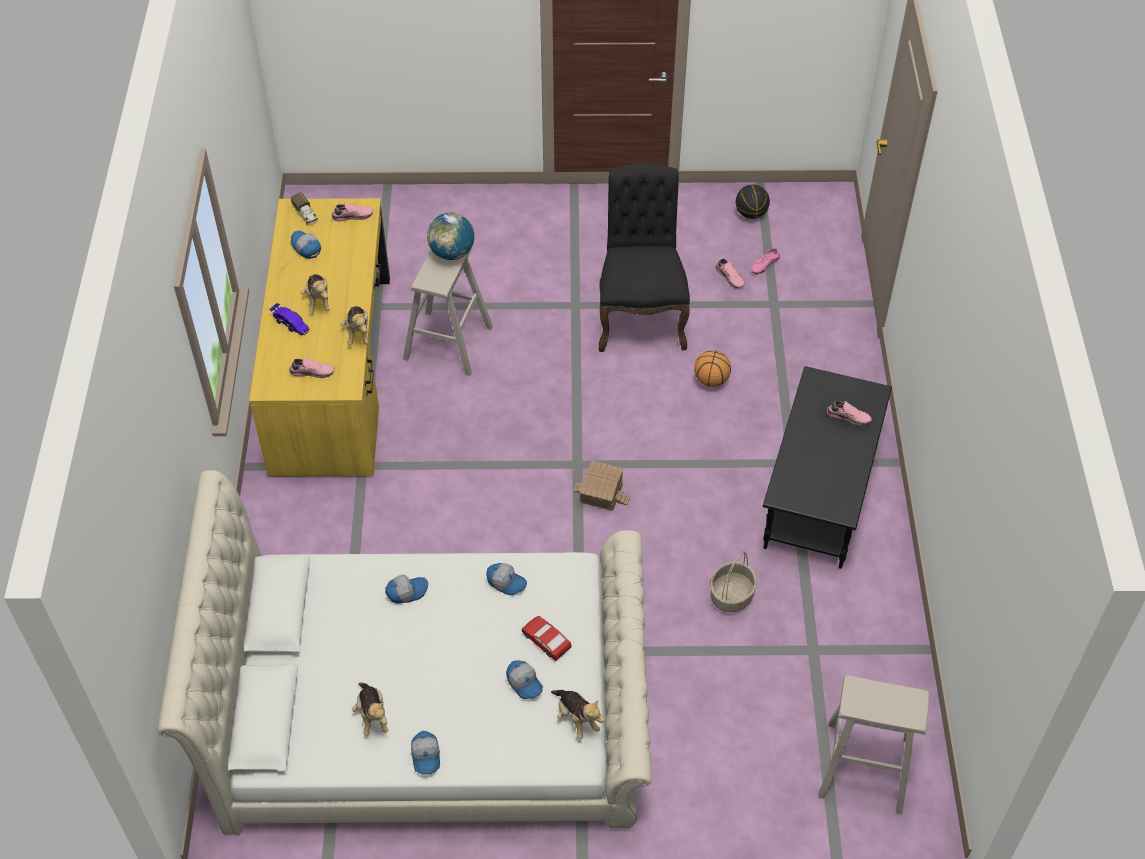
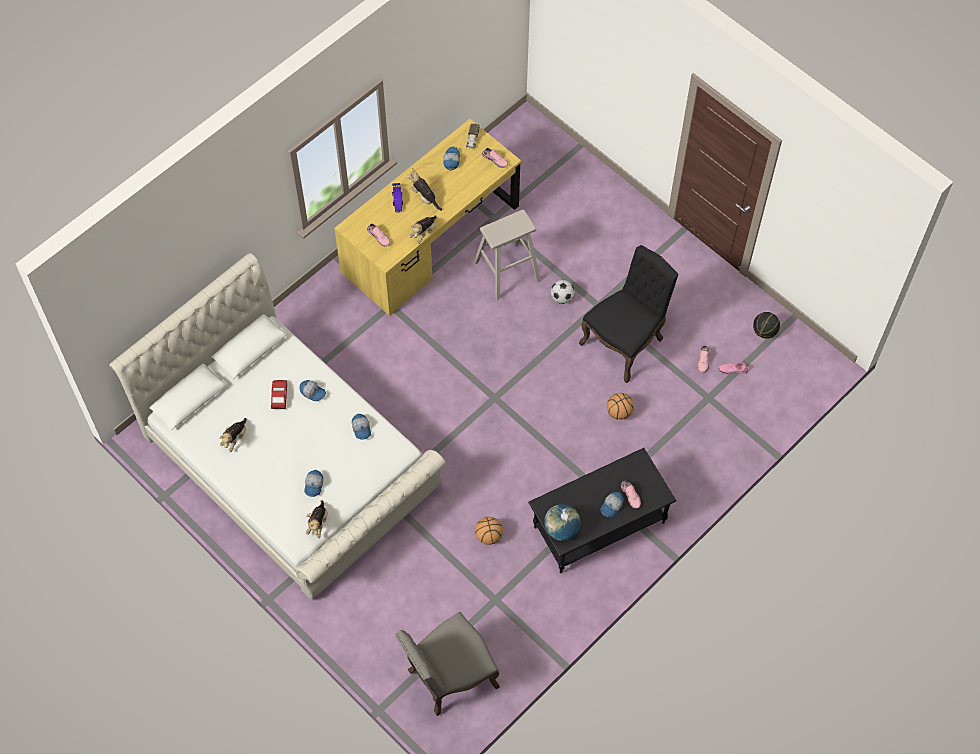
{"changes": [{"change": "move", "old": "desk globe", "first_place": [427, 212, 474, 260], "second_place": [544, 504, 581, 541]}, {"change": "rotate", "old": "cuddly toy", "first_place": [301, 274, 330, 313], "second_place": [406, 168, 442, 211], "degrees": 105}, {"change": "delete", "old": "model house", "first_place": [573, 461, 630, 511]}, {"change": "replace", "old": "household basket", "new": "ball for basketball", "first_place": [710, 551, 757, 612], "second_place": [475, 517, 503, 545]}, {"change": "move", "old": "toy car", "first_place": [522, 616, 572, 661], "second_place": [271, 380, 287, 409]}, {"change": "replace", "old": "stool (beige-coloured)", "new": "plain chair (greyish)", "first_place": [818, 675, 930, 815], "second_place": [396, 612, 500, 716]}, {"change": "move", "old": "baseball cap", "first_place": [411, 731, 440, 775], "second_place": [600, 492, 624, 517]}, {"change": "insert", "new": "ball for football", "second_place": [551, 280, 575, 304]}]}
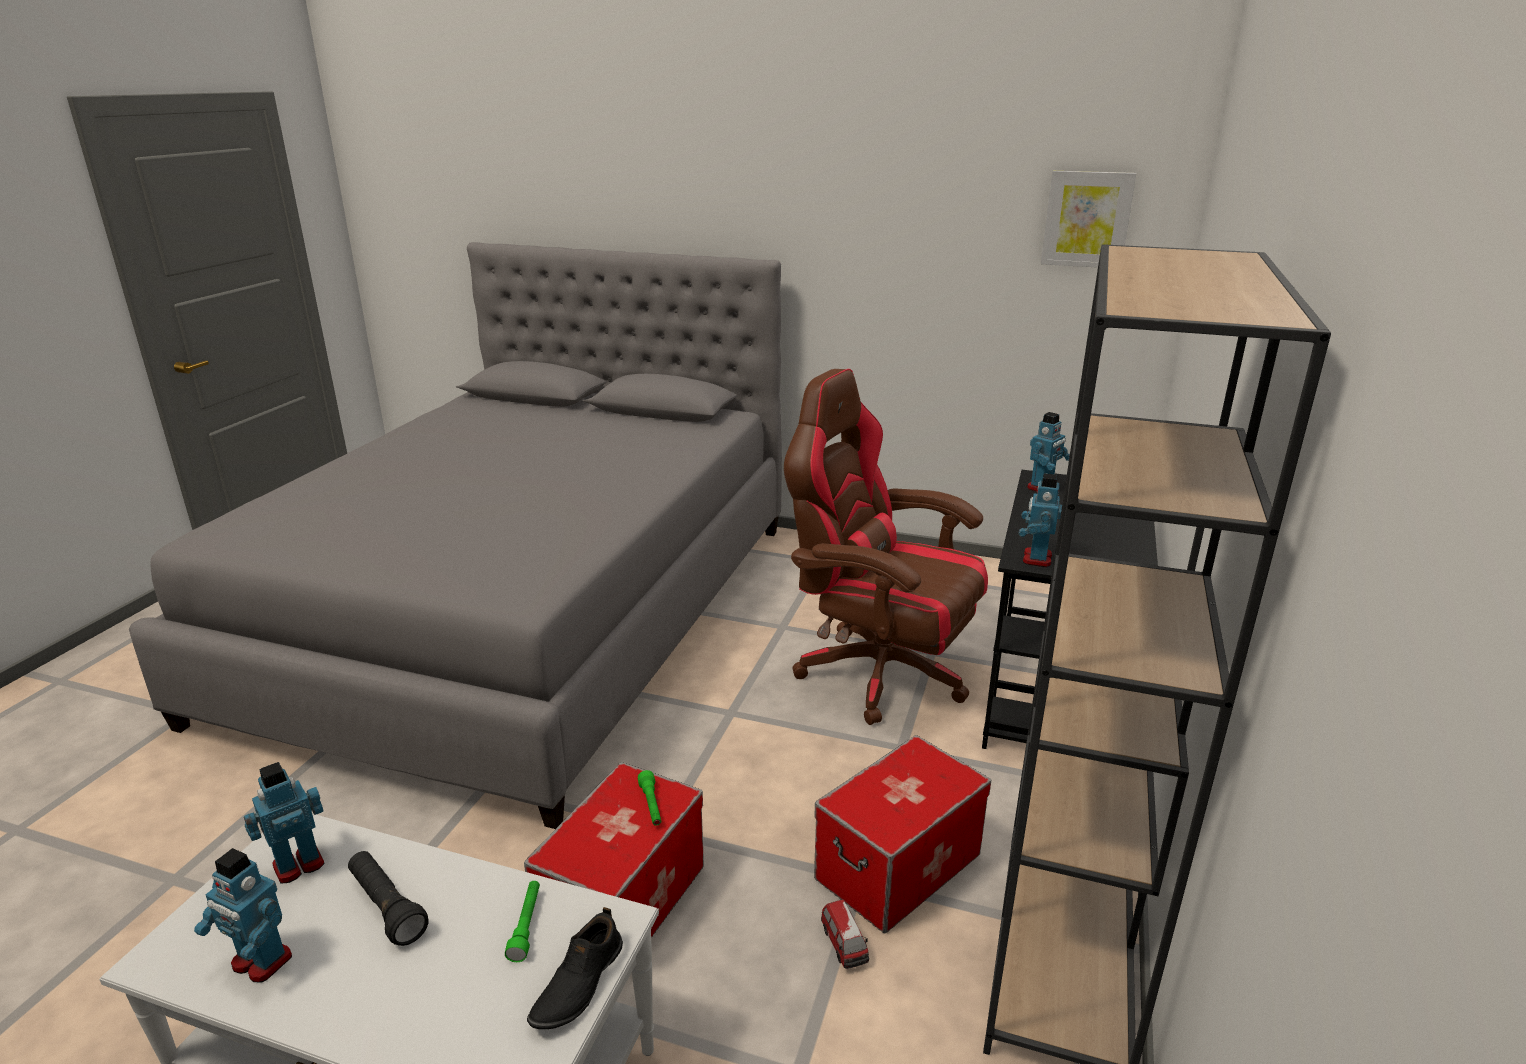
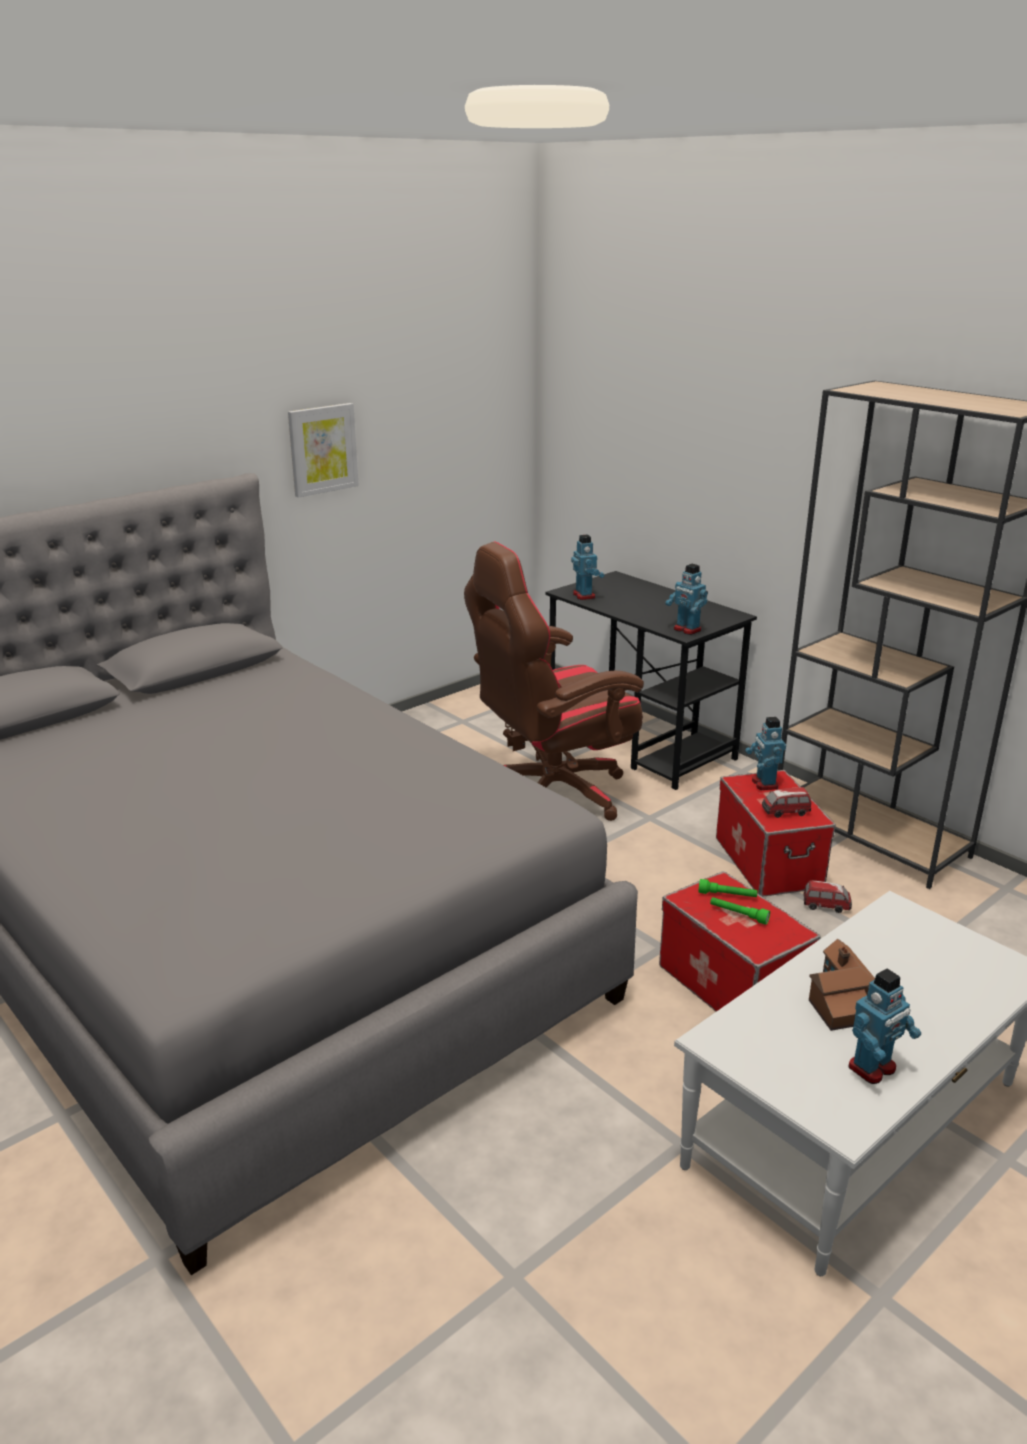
{"changes": [{"change": "move", "old": "wall picture", "first_place": [1041, 171, 1136, 268], "second_place": [288, 403, 359, 498]}, {"change": "move", "old": "robot figure", "first_place": [244, 762, 325, 884], "second_place": [745, 717, 786, 790]}, {"change": "replace", "old": "flashlight (black)", "new": "model house", "first_place": [348, 851, 428, 946], "second_place": [809, 939, 875, 1031]}, {"change": "move", "old": "flashlight (green)", "first_place": [505, 881, 540, 962], "second_place": [710, 897, 770, 925]}, {"change": "delete", "old": "item of footwear (black)", "first_place": [527, 907, 623, 1029]}, {"change": "insert", "new": "toy car", "second_place": [762, 787, 811, 818]}]}
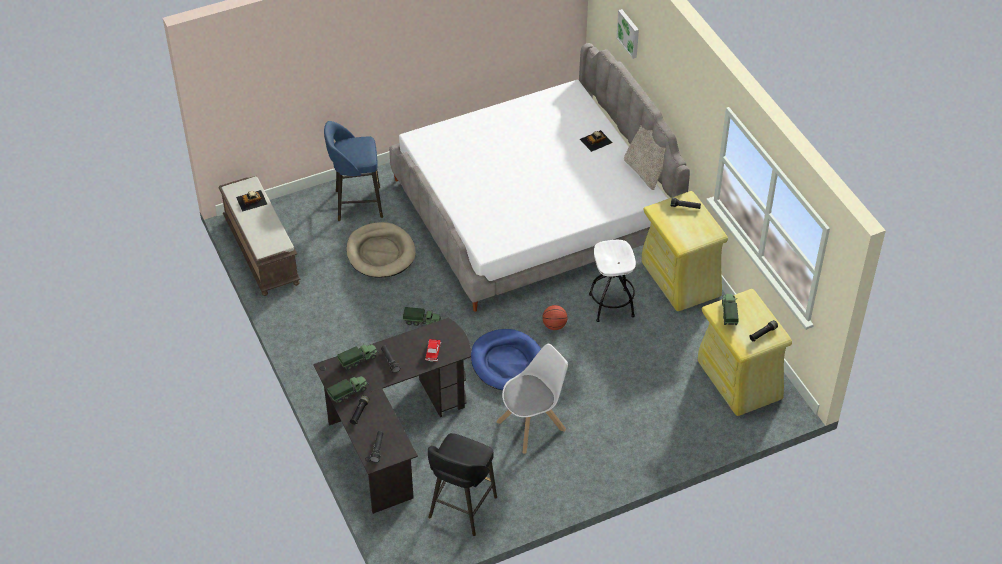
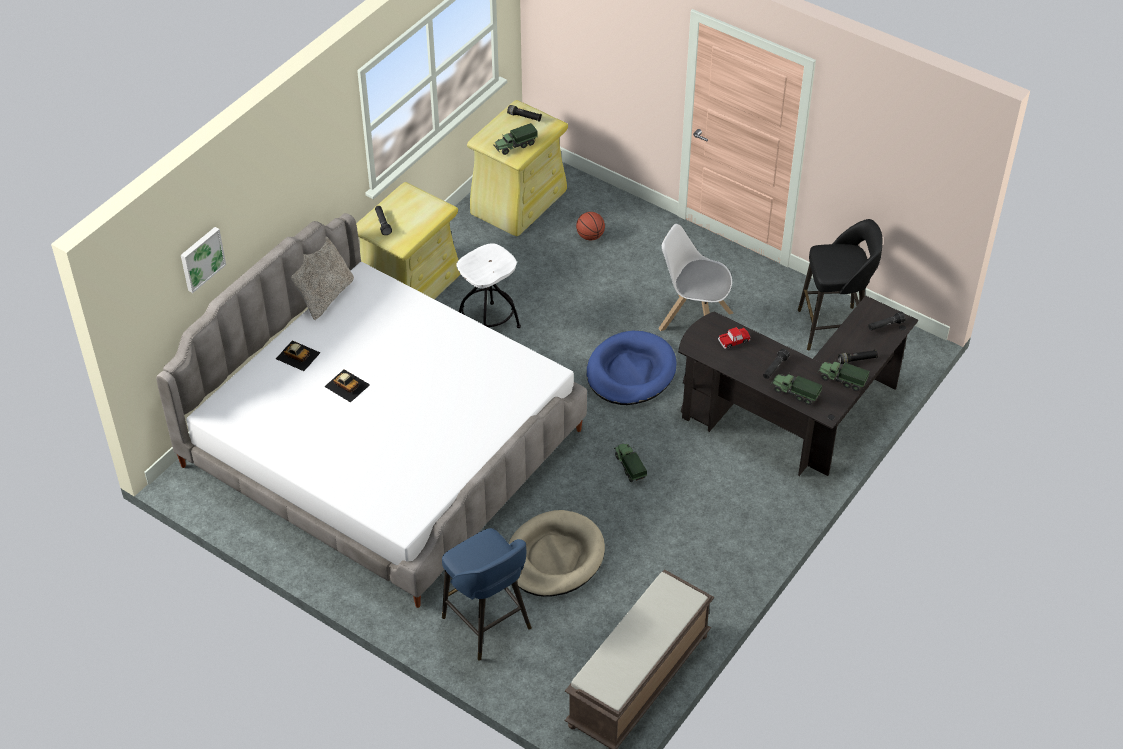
{"changes": [{"change": "move", "old": "toy car", "first_place": [236, 190, 267, 212], "second_place": [324, 369, 370, 402]}, {"change": "move", "old": "ball for basketball", "first_place": [542, 305, 568, 330], "second_place": [576, 212, 605, 240]}]}
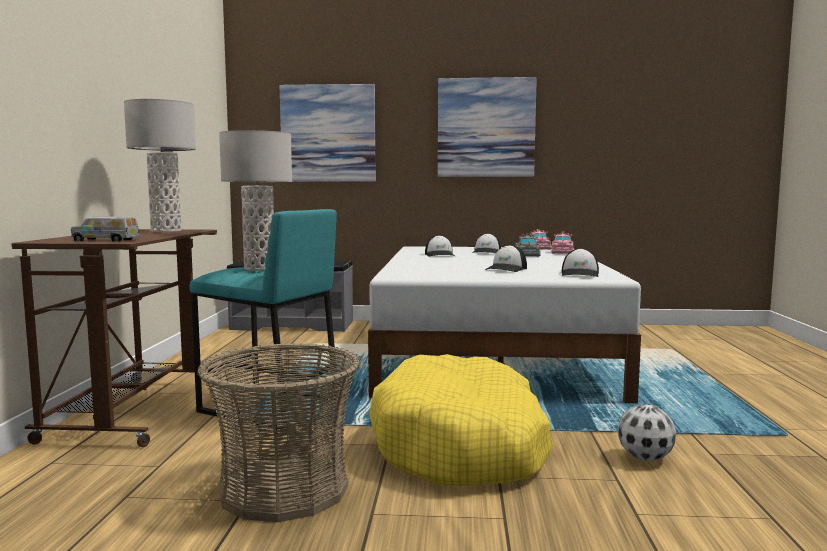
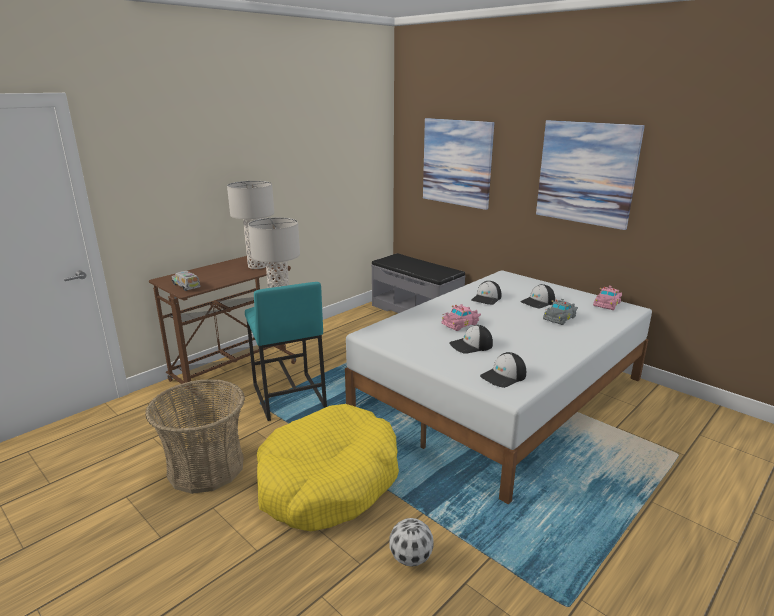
{"changes": [{"change": "move", "old": "toy car (pink)", "first_place": [551, 232, 574, 254], "second_place": [441, 304, 481, 331]}]}
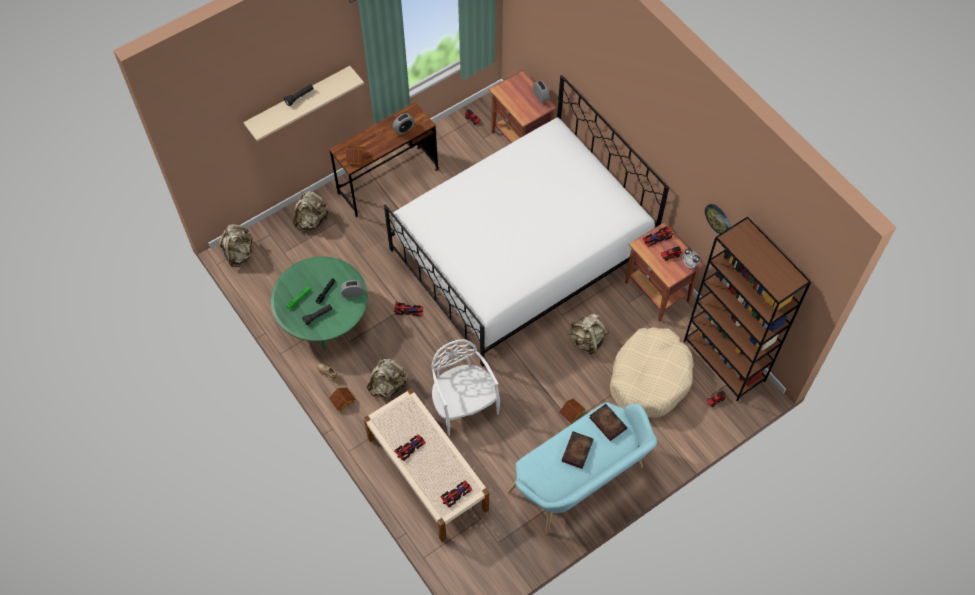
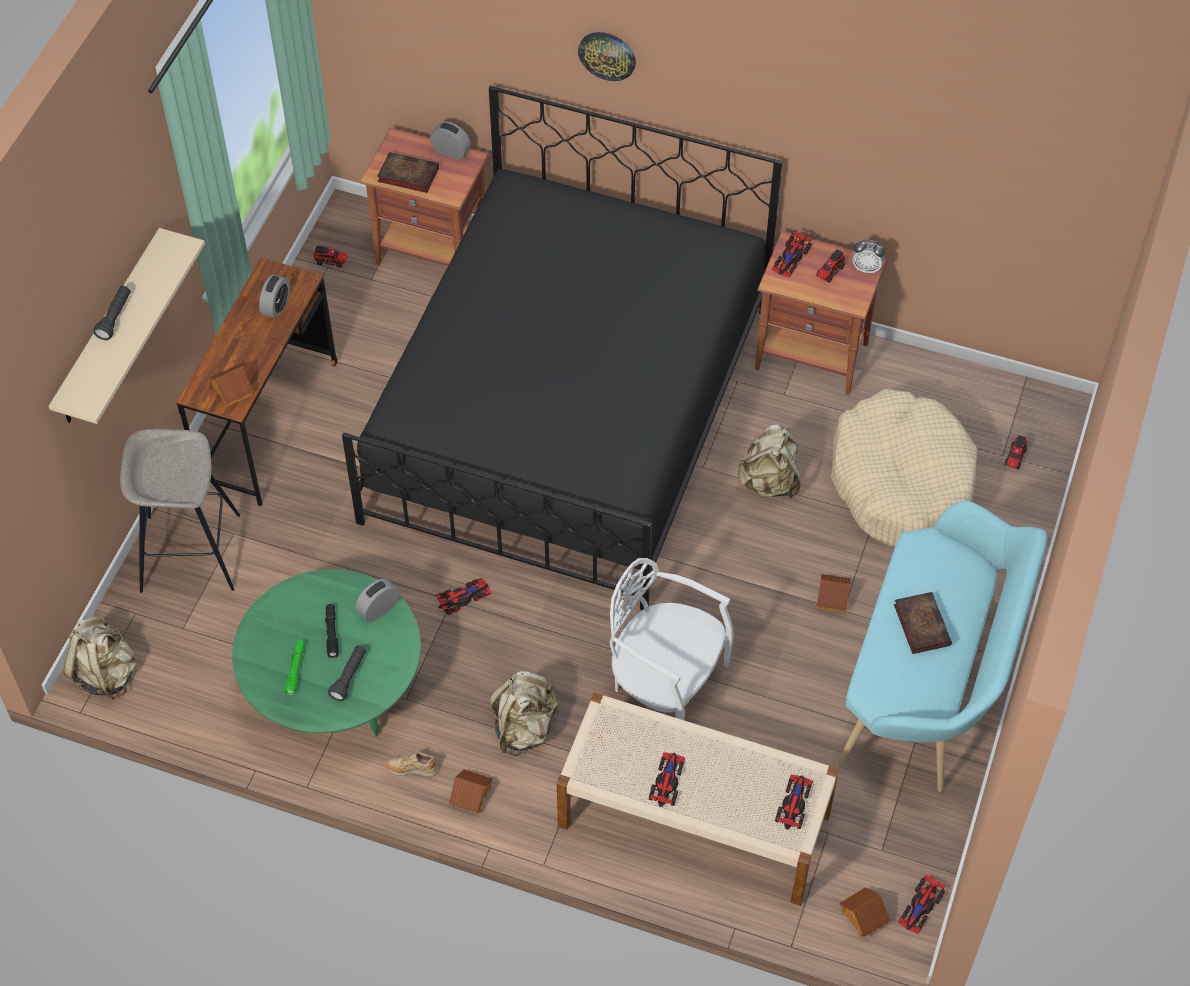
{"changes": [{"change": "recolor", "old": "bed (white-coloured)", "new": "bed (black)", "first_place": [384, 75, 669, 367], "second_place": [342, 86, 783, 610]}, {"change": "replace", "old": "backpack (beige-coloured)", "new": "stool (greyish)", "first_place": [293, 191, 329, 230], "second_place": [120, 429, 240, 593]}, {"change": "move", "old": "clock on the wall", "first_place": [705, 204, 730, 234], "second_place": [578, 32, 636, 81]}, {"change": "delete", "old": "shelving unit (brown)", "first_place": [684, 216, 811, 401]}, {"change": "move", "old": "bound book", "first_place": [589, 404, 627, 441], "second_place": [377, 152, 439, 193]}, {"change": "insert", "new": "toy car", "second_place": [898, 875, 946, 934]}, {"change": "insert", "new": "model house", "second_place": [839, 887, 891, 937]}]}
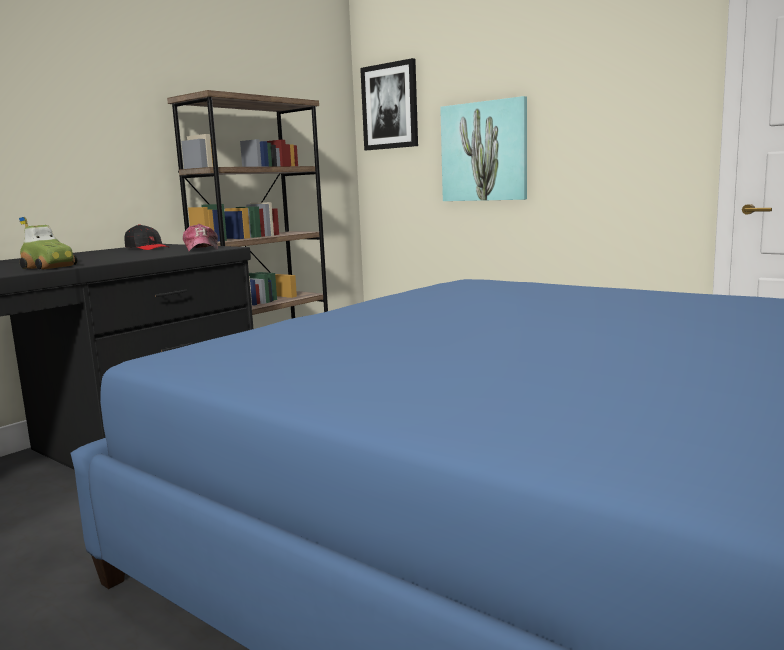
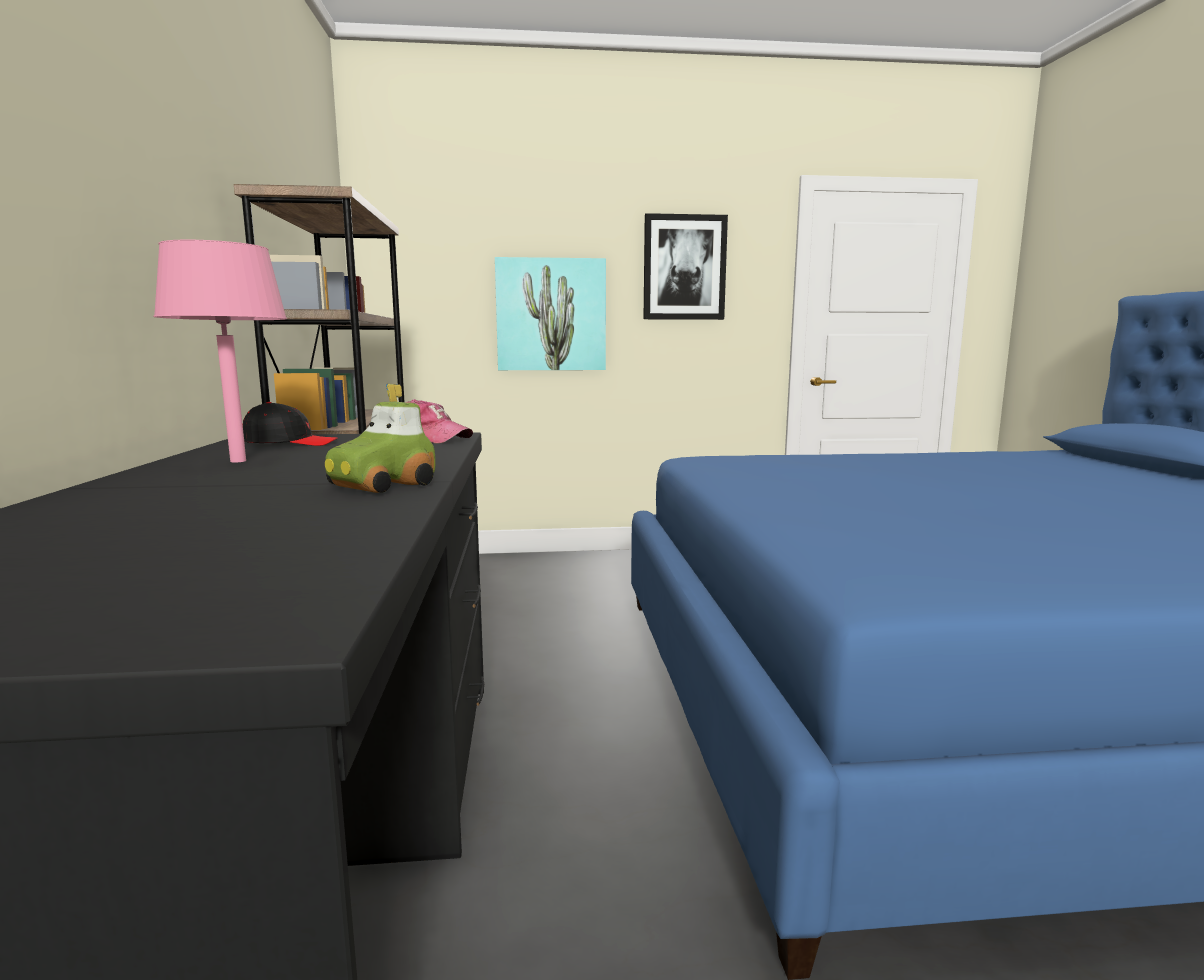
{"changes": [{"change": "move", "old": "wall picture", "first_place": [360, 58, 418, 150], "second_place": [644, 213, 728, 320]}, {"change": "rotate", "old": "toy car", "first_place": [19, 217, 77, 269], "second_place": [325, 384, 435, 493], "degrees": 135}, {"change": "insert", "new": "table lamp (pink)", "second_place": [154, 240, 287, 462]}]}
